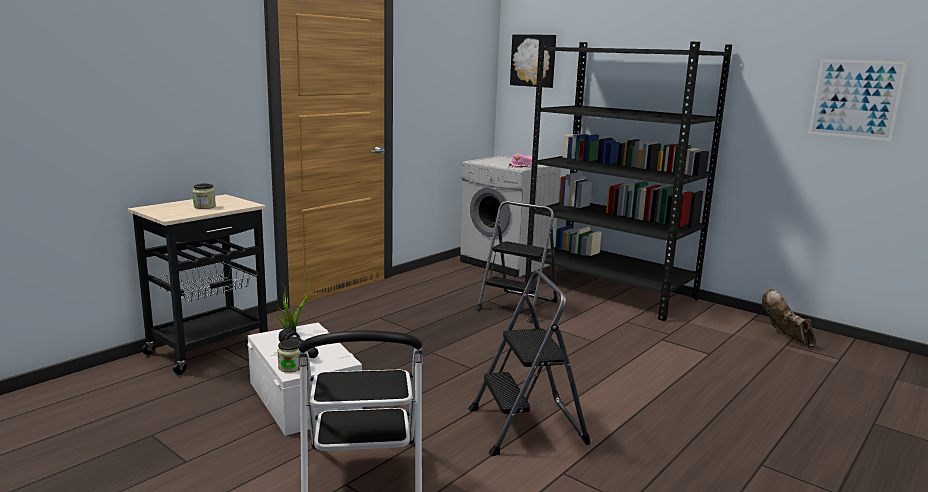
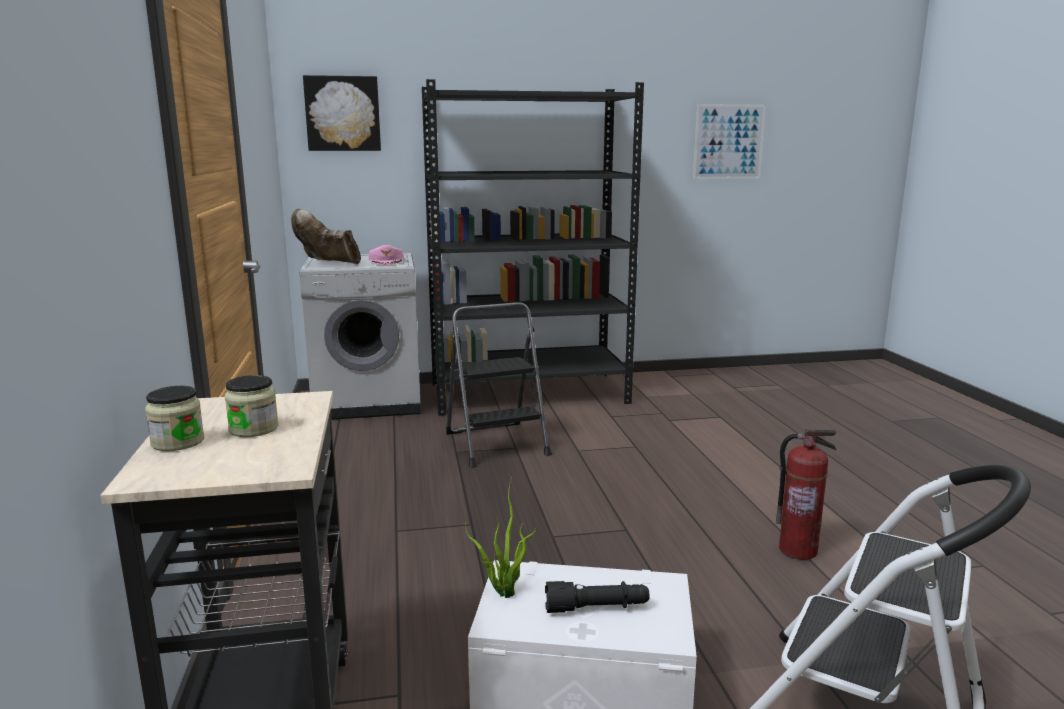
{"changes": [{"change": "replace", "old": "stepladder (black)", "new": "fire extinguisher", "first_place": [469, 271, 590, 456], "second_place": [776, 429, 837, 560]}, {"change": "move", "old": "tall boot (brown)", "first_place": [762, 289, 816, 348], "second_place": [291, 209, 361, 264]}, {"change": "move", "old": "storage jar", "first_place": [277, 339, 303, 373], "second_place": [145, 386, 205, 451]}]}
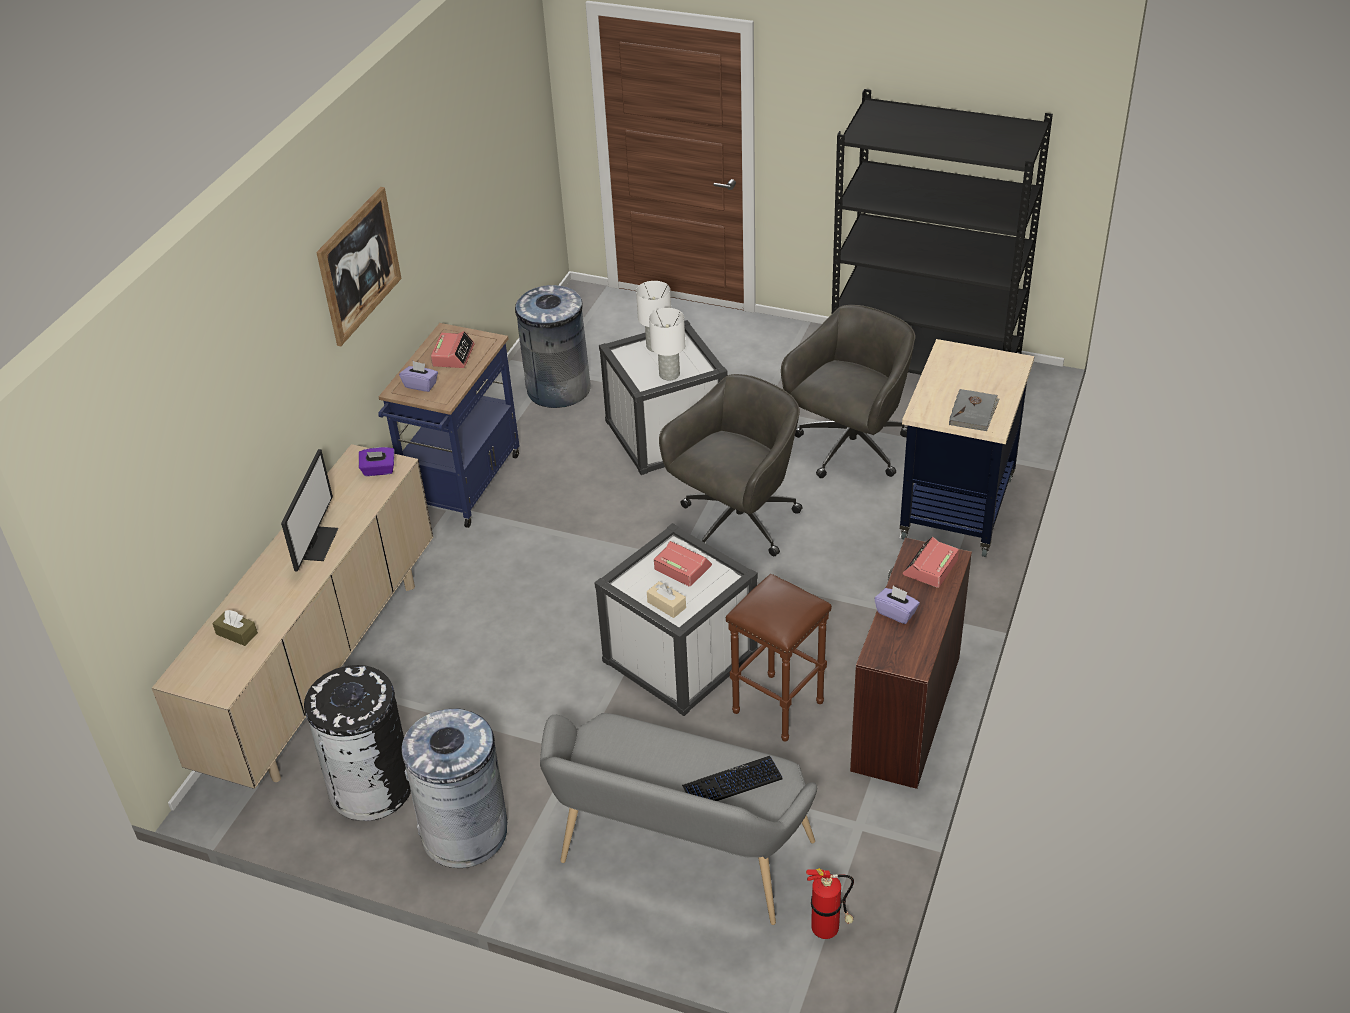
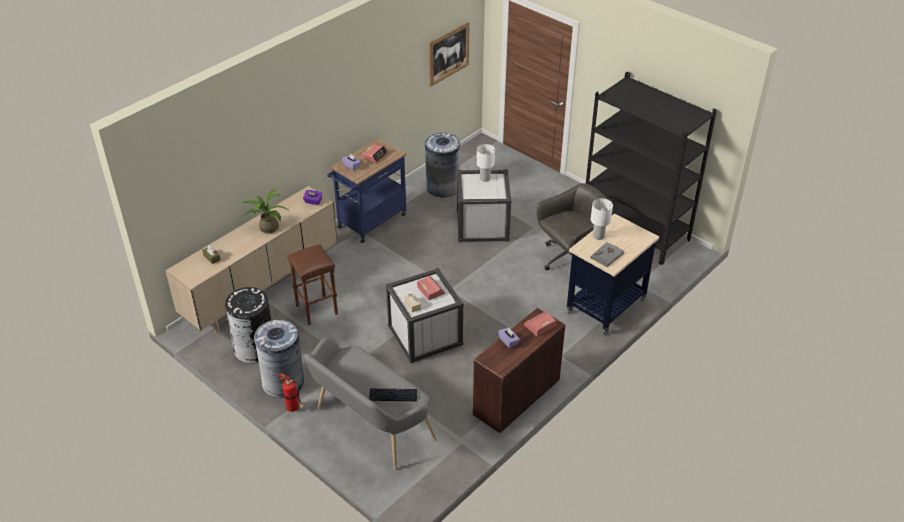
{"changes": [{"change": "move", "old": "wall picture", "first_place": [316, 187, 402, 346], "second_place": [429, 22, 470, 87]}, {"change": "move", "old": "table lamp (white-coloured)", "first_place": [649, 308, 685, 380], "second_place": [591, 198, 613, 240]}, {"change": "delete", "old": "office chair (greyish)", "first_place": [659, 374, 803, 556]}, {"change": "replace", "old": "computer screen", "new": "plant in a pot", "first_place": [281, 449, 338, 572], "second_place": [240, 189, 290, 234]}, {"change": "move", "old": "stool (brown)", "first_place": [726, 574, 832, 742], "second_place": [287, 244, 338, 325]}, {"change": "move", "old": "fire extinguisher", "first_place": [806, 868, 854, 939], "second_place": [279, 374, 304, 412]}]}
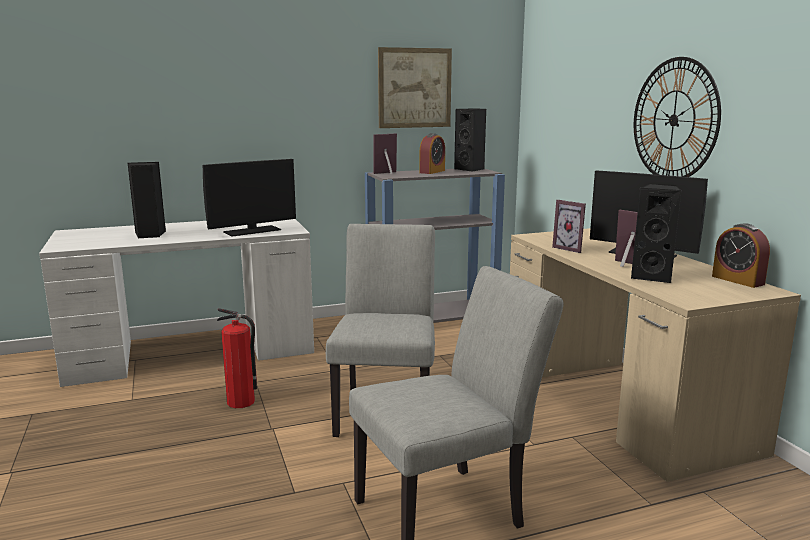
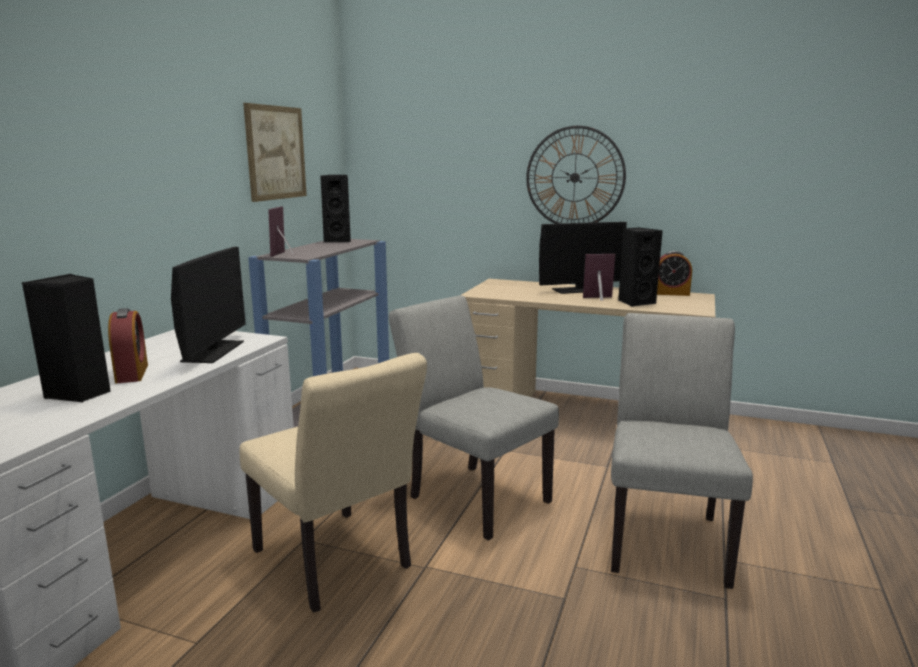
{"changes": [{"change": "move", "old": "bedside clock", "first_place": [419, 133, 445, 174], "second_place": [108, 308, 148, 383]}, {"change": "delete", "old": "photo frame", "first_place": [552, 200, 586, 253]}, {"change": "replace", "old": "fire extinguisher", "new": "plain chair (beige-coloured)", "first_place": [217, 308, 257, 408], "second_place": [239, 353, 427, 613]}]}
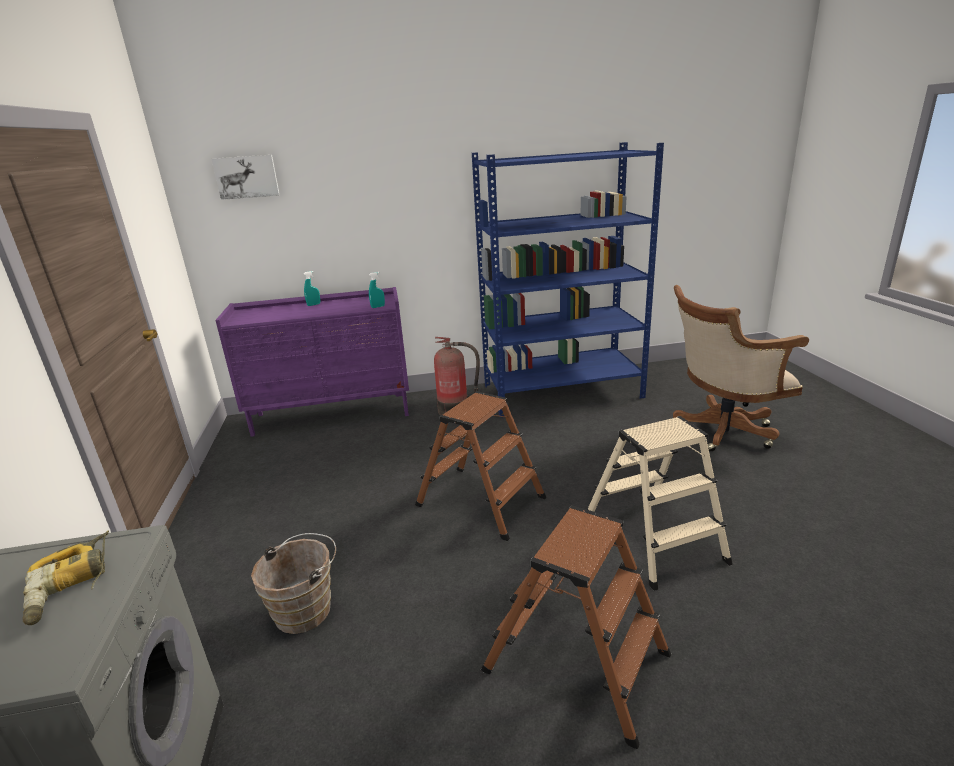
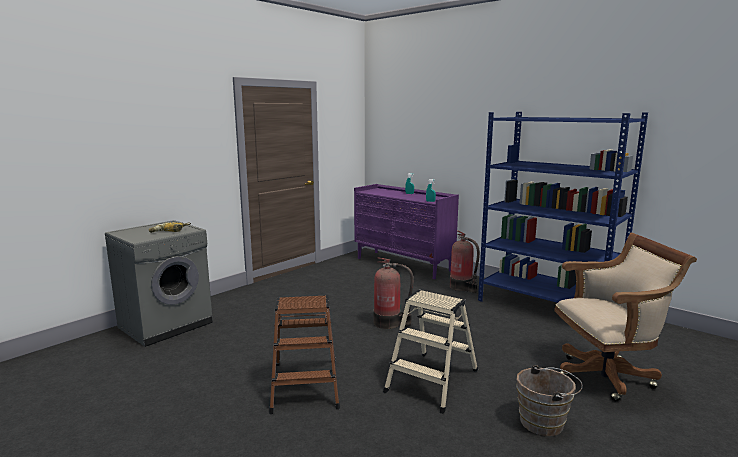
{"changes": [{"change": "delete", "old": "wall picture", "first_place": [212, 155, 280, 200]}, {"change": "rotate", "old": "office chair", "first_place": [673, 285, 809, 451], "second_place": [554, 232, 697, 401], "degrees": 135}, {"change": "replace", "old": "stepladder (brown)", "new": "fire extinguisher", "first_place": [415, 391, 547, 541], "second_place": [374, 257, 414, 329]}, {"change": "move", "old": "bucket (brown)", "first_place": [251, 533, 336, 634], "second_place": [516, 365, 583, 436]}]}
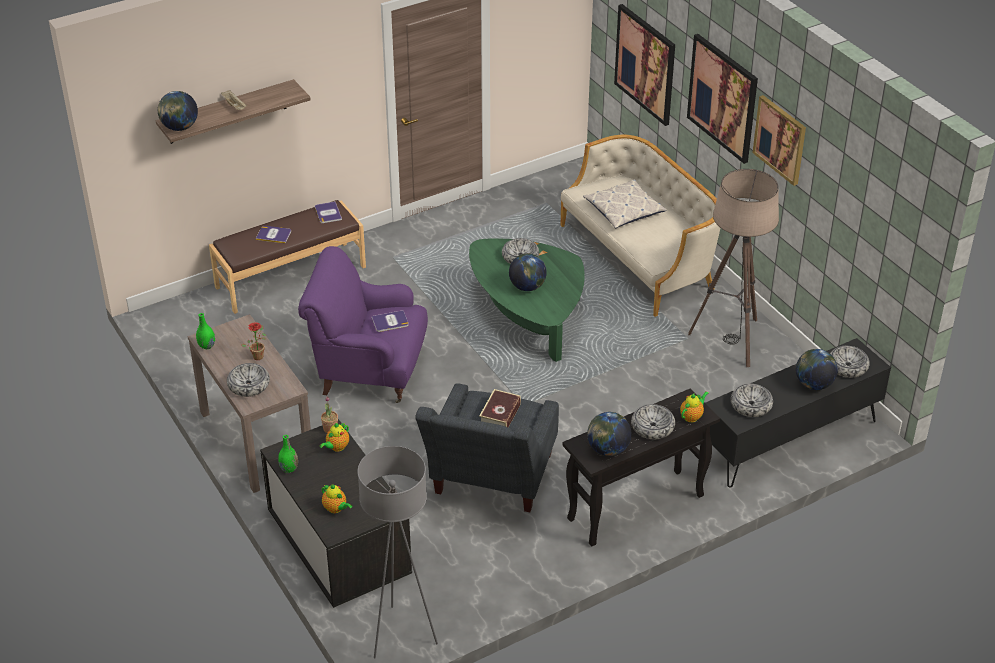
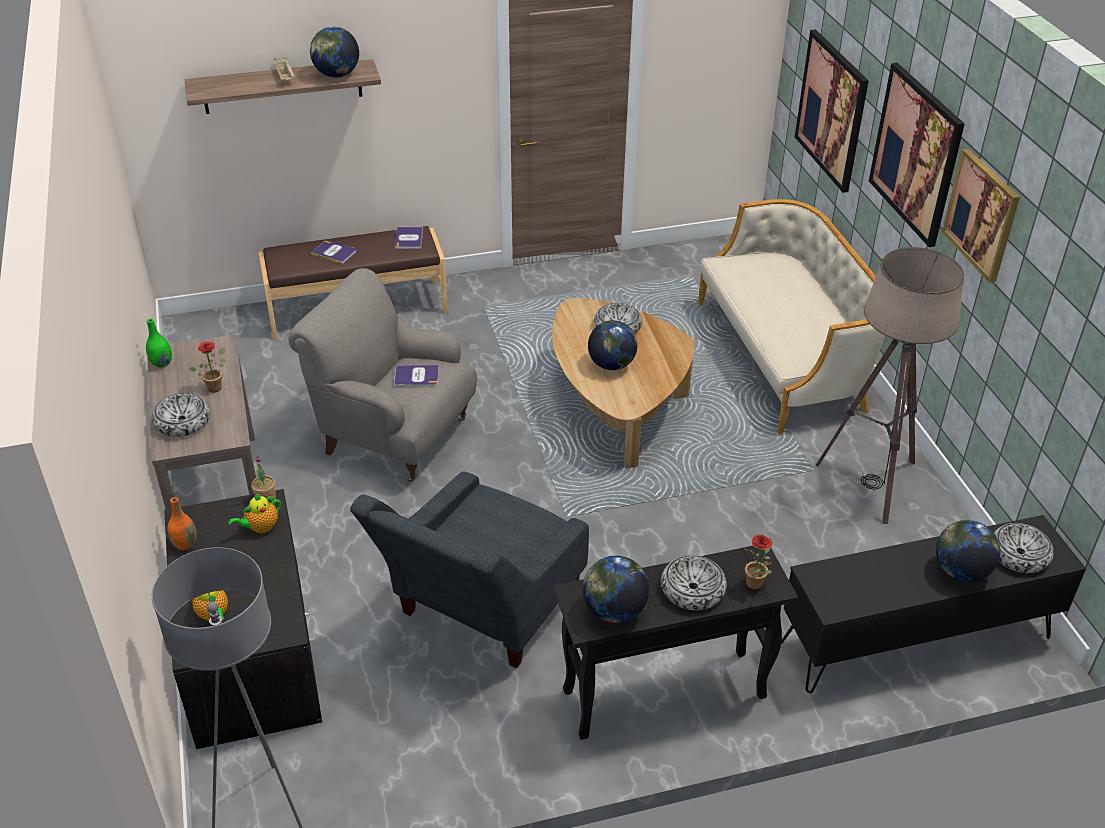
{"changes": [{"change": "move", "old": "desk globe", "first_place": [158, 91, 198, 131], "second_place": [310, 27, 359, 78]}, {"change": "delete", "old": "pillow", "first_place": [583, 179, 667, 229]}, {"change": "recolor", "old": "low table (green)", "new": "low table (brown)", "first_place": [469, 238, 585, 362], "second_place": [552, 298, 695, 468]}, {"change": "recolor", "old": "armchair (purple-coloured)", "new": "armchair (greyish)", "first_place": [298, 246, 428, 403], "second_place": [288, 268, 477, 482]}, {"change": "delete", "old": "serving bowl", "first_place": [731, 384, 773, 417]}, {"change": "delete", "old": "bound book", "first_place": [479, 389, 521, 427]}, {"change": "replace", "old": "tea pot", "new": "plant in a pot", "first_place": [680, 392, 709, 423], "second_place": [745, 534, 773, 590]}, {"change": "recolor", "old": "decorative vase (green)", "new": "decorative vase (orange)", "first_place": [278, 435, 298, 473], "second_place": [168, 497, 197, 550]}]}
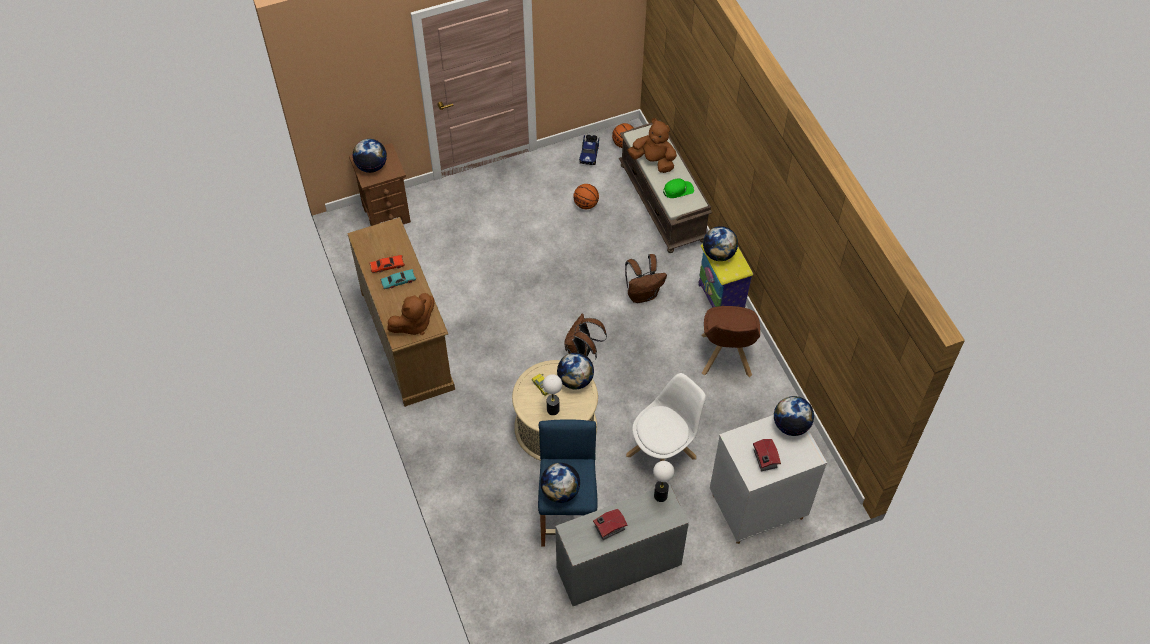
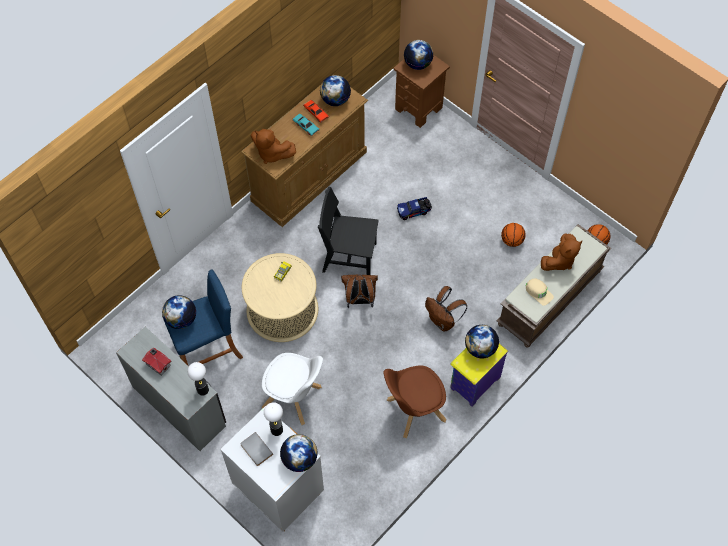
{"changes": [{"change": "rotate", "old": "cuddly toy (brown)", "first_place": [627, 118, 677, 173], "second_place": [541, 233, 583, 271], "degrees": 45}, {"change": "move", "old": "toy truck", "first_place": [579, 135, 599, 165], "second_place": [397, 197, 432, 220]}, {"change": "recolor", "old": "baseball cap (green)", "new": "baseball cap (beige-coloured)", "first_place": [663, 178, 694, 198], "second_place": [526, 278, 554, 306]}, {"change": "move", "old": "desk globe", "first_place": [557, 352, 594, 390], "second_place": [320, 75, 351, 106]}, {"change": "move", "old": "table lamp", "first_place": [543, 374, 562, 415], "second_place": [264, 402, 283, 436]}, {"change": "replace", "old": "model house", "new": "bound book (greyish)", "first_place": [753, 439, 781, 472], "second_place": [240, 432, 273, 466]}, {"change": "insert", "new": "plain chair (black)", "second_place": [318, 187, 379, 275]}]}
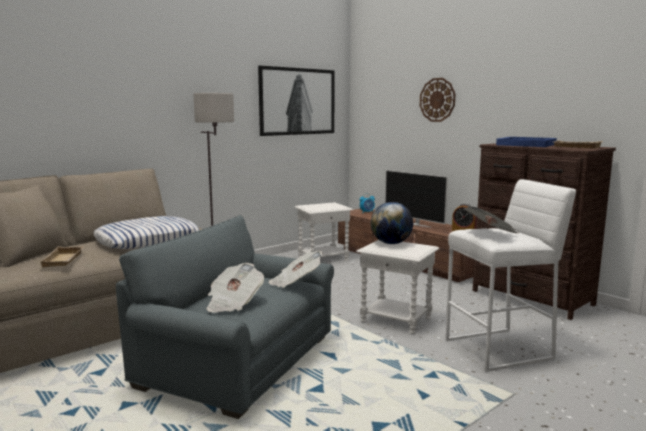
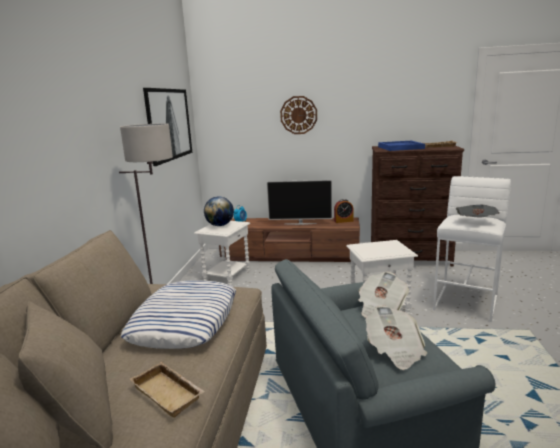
{"changes": [{"change": "move", "old": "desk globe", "first_place": [371, 202, 413, 244], "second_place": [204, 196, 234, 226]}]}
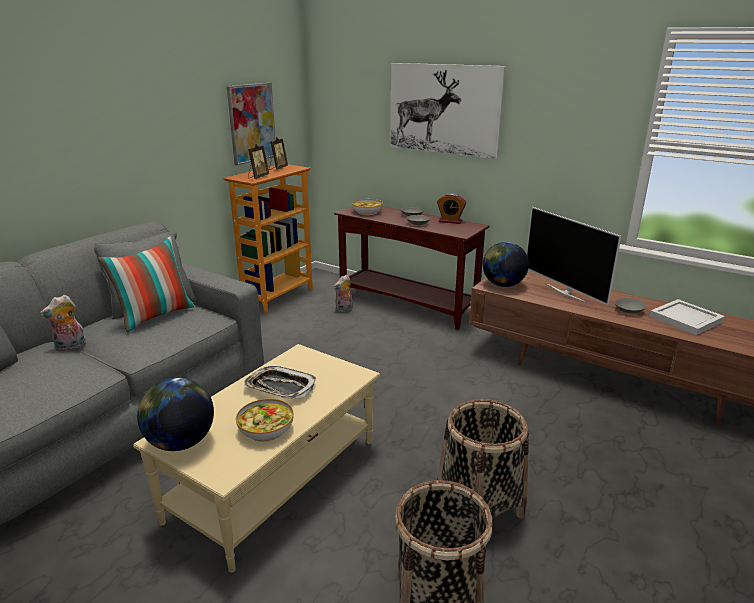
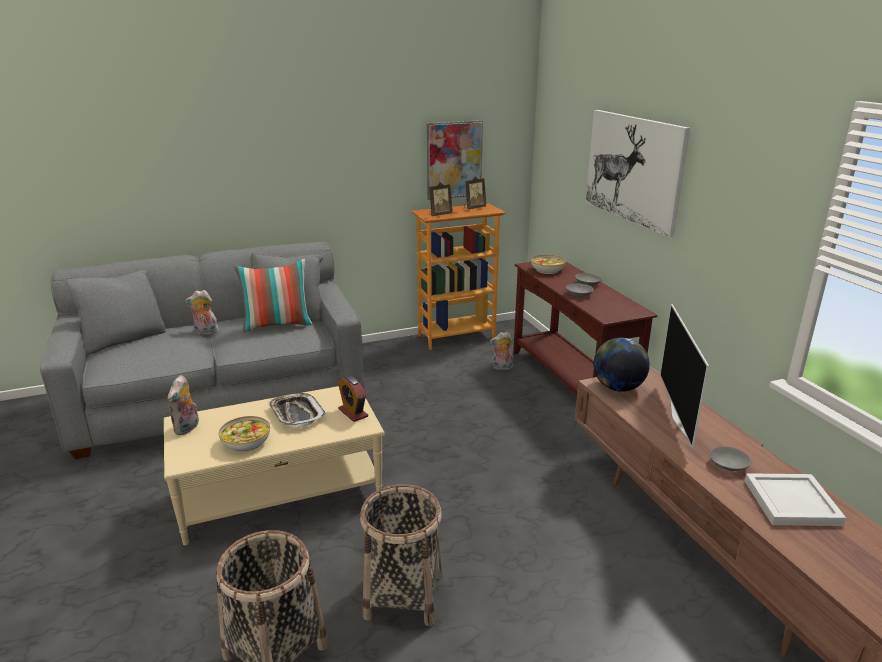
{"changes": [{"change": "move", "old": "bedside clock", "first_place": [437, 193, 466, 224], "second_place": [338, 376, 368, 422]}, {"change": "replace", "old": "desk globe", "new": "cuddly toy", "first_place": [137, 378, 214, 451], "second_place": [167, 375, 199, 435]}]}
